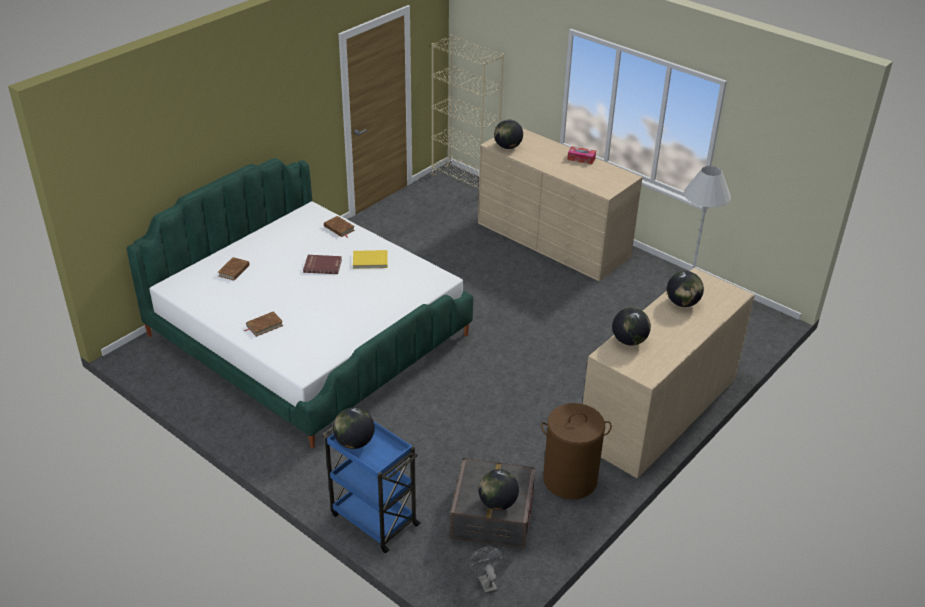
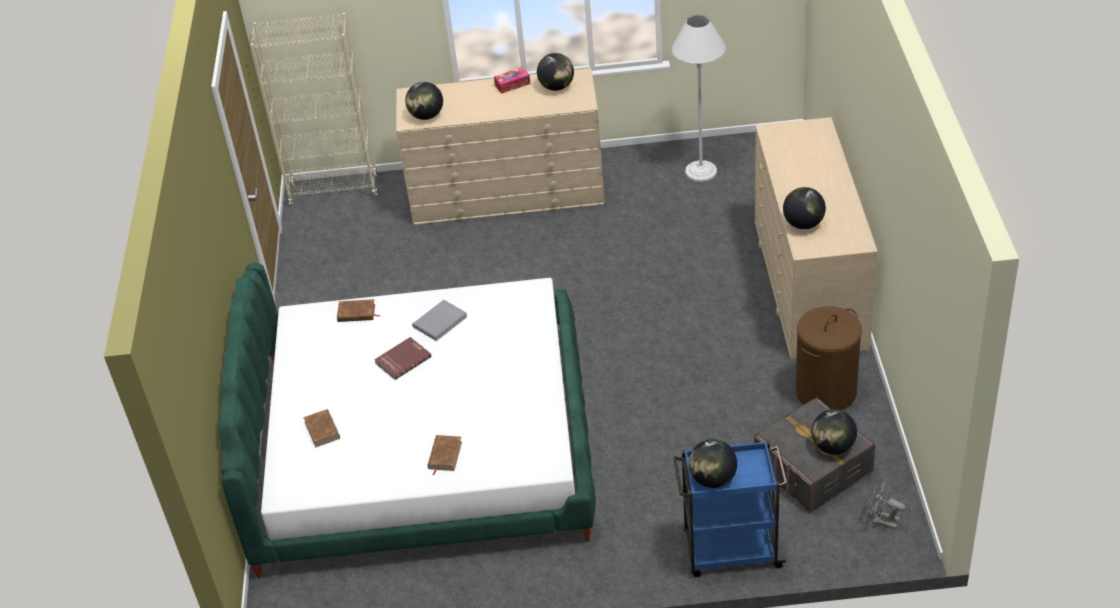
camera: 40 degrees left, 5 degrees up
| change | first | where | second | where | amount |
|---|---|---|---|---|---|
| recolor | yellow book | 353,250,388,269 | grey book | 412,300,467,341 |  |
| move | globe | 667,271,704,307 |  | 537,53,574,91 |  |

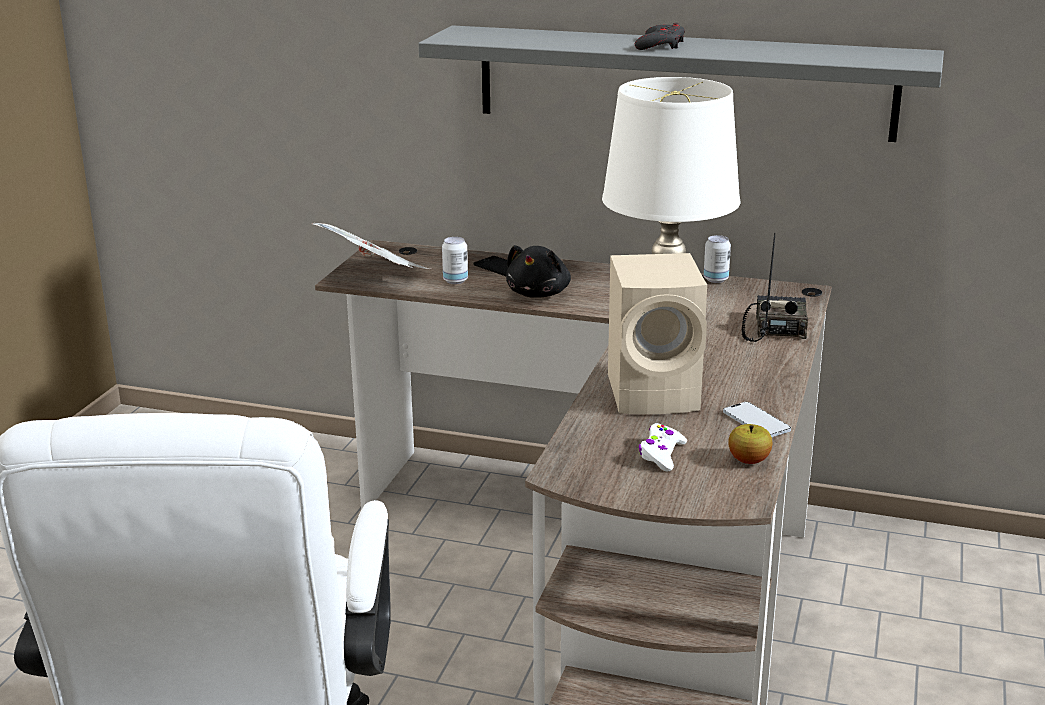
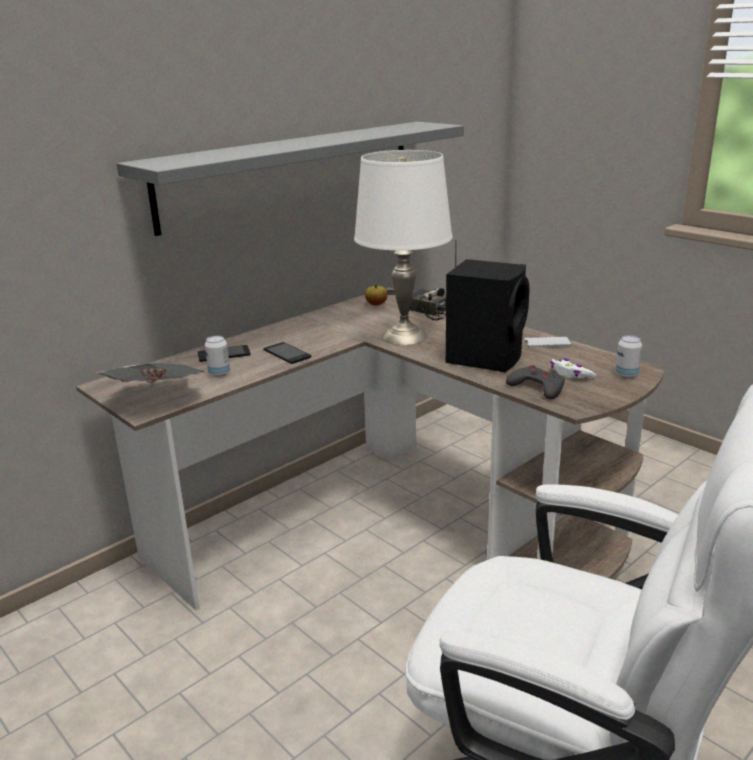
camera: 60 degrees left, 0 degrees up
| change | first | where | second | where | amount |
|---|---|---|---|---|---|
| replace | black plush toy | 506,245,571,298 | phone | 263,342,311,364 |  |
| recolor | beige speaker | 608,253,707,414 | black speaker | 446,259,530,372 |  |
| move | grey game controller | 635,23,685,50 |  | 506,365,565,399 |  |
| move | can | 704,235,731,283 |  | 615,335,642,378 |  |
| move | apple | 729,424,773,464 |  | 365,285,387,306 |  |

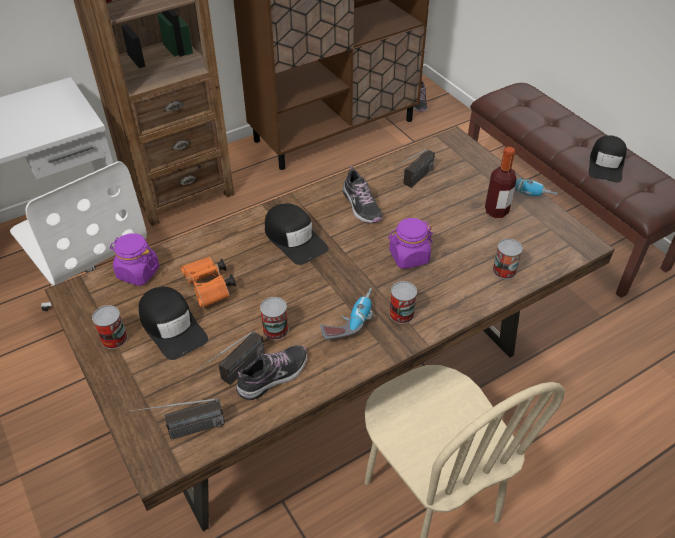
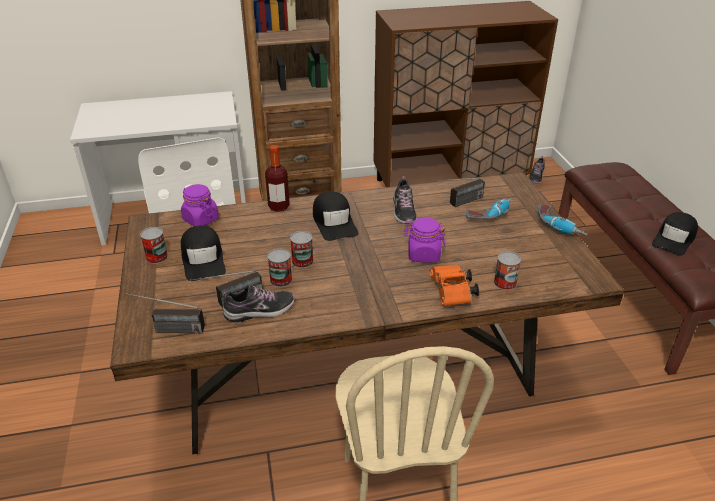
camera: 20 degrees right, 10 degrees down
| change | first | where | second | where | amount |
|---|---|---|---|---|---|
| move | orange binoculars | 181,257,236,308 |  | 430,265,479,307 |  |
| move | power drill | 320,288,373,340 |  | 466,198,513,219 |  |
| move | can | 389,281,417,324 |  | 290,231,314,268 |  |
| move | bottle | 485,147,517,218 |  | 265,145,290,212 |  |

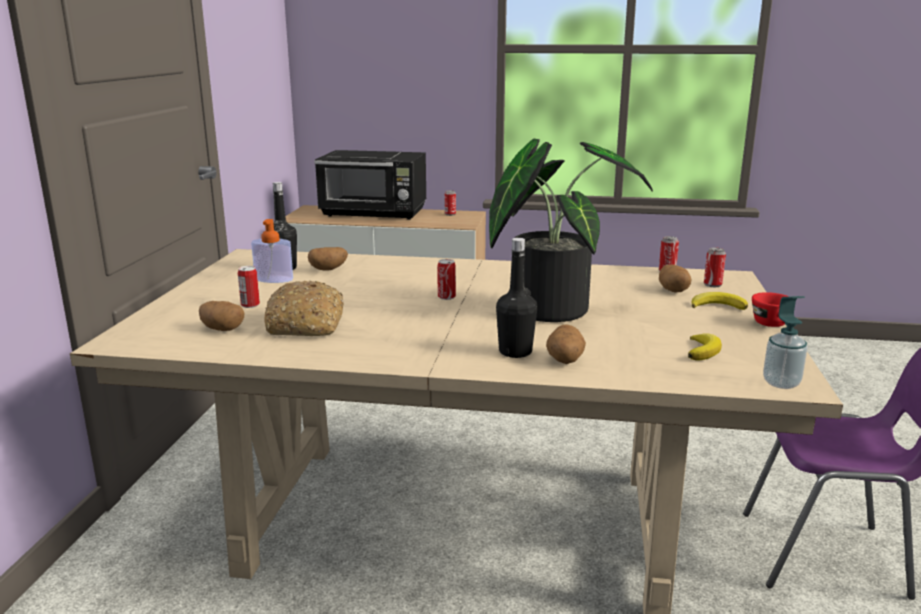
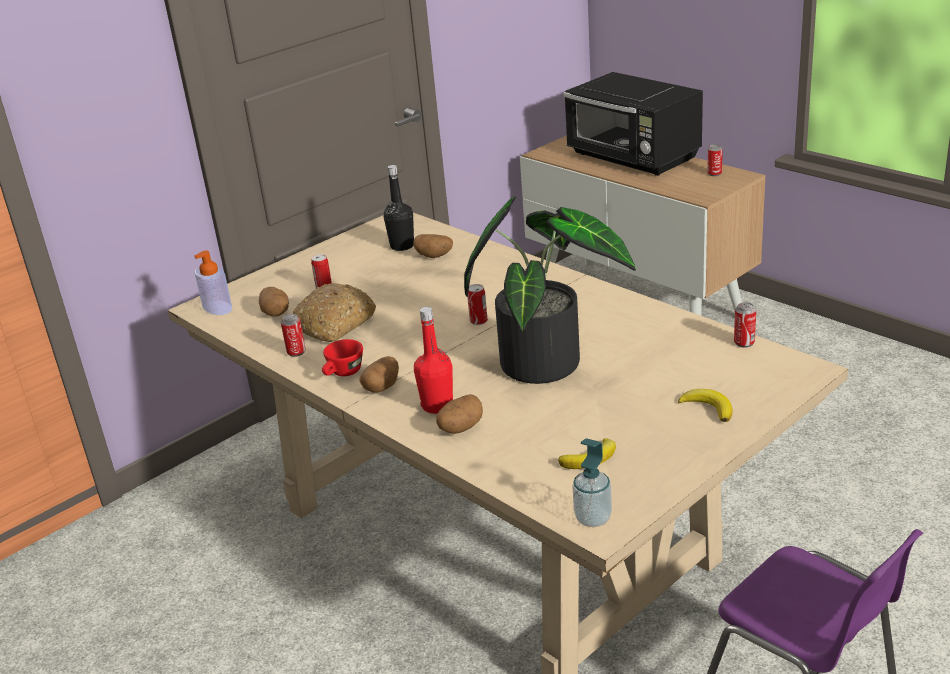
camera: 40 degrees right, 10 degrees up
| change | first | where | second | where | amount |
|---|---|---|---|---|---|
| move | soap dispenser | 251,219,293,283 |  | 194,250,232,315 |  |
| recolor | black bottle | 496,238,537,358 | red bottle | 414,307,453,414 |  |
| move | potato | 659,264,692,293 |  | 360,356,399,393 |  |
| move | can | 704,248,726,287 |  | 281,314,306,357 |  |
| move | red cup | 752,292,789,327 |  | 322,339,363,376 |  |

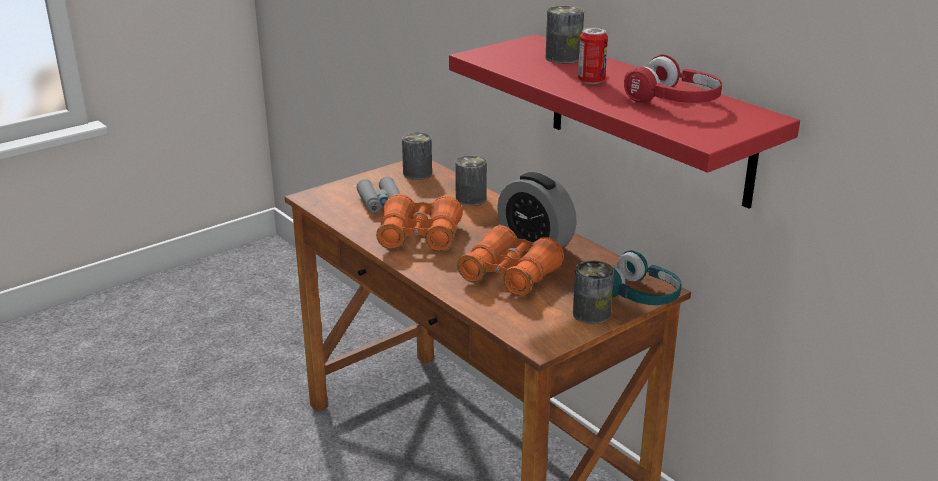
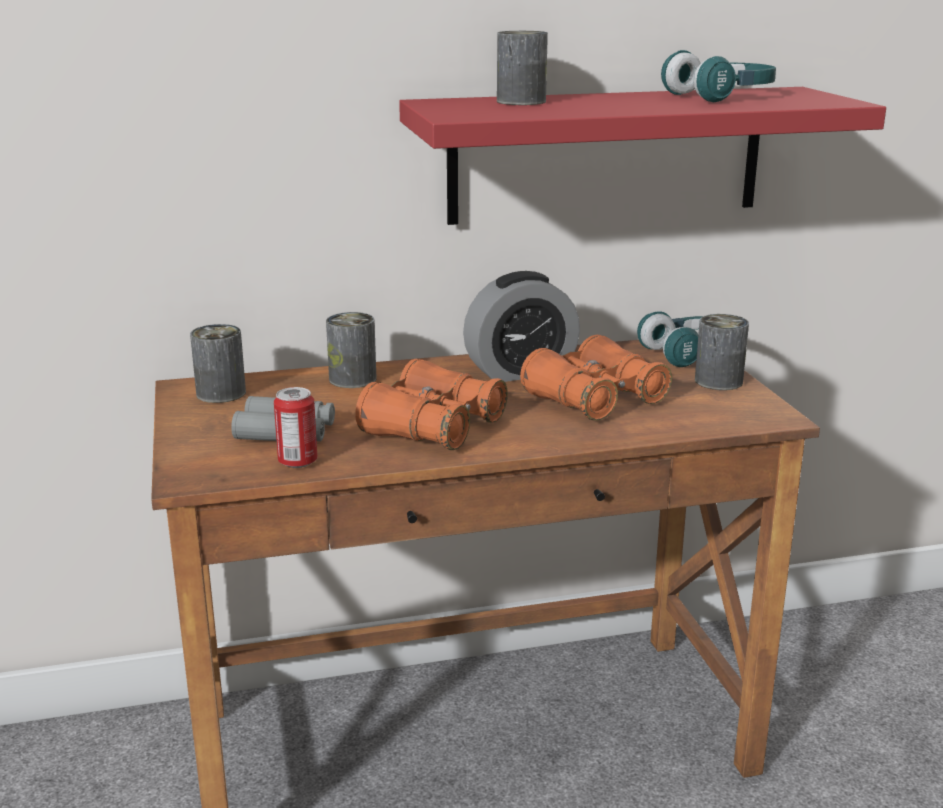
camera: 65 degrees left, 5 degrees down
| change | first | where | second | where | amount |
|---|---|---|---|---|---|
| move | can | 578,28,608,84 |  | 274,387,317,468 |  |
| recolor | red headphones | 624,54,722,103 | turquoise headphones | 661,50,776,102 |  |

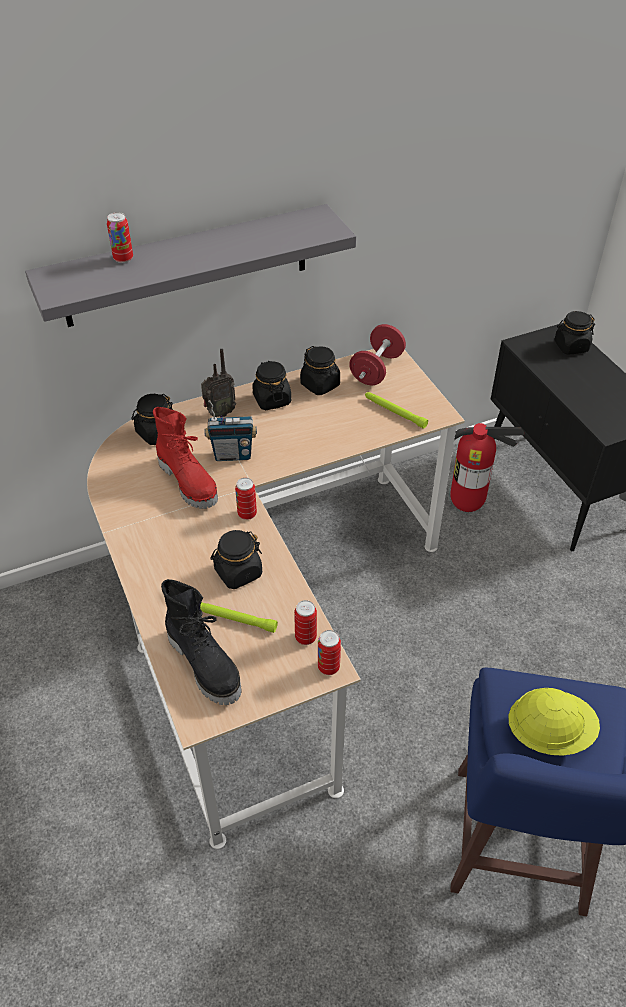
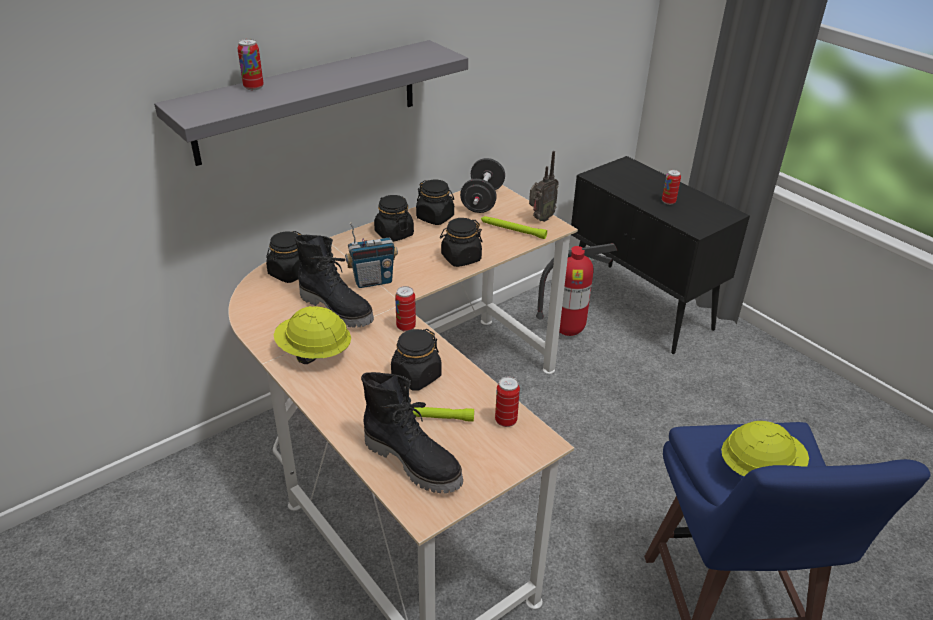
camera: 15 degrees left, 10 degrees down
| change | first | where | second | where | amount |
|---|---|---|---|---|---|
| recolor | red boot | 153,407,218,509 | black boot | 295,235,374,328 |  |
| move | radio | 201,349,236,418 |  | 529,151,559,222 |  |
| move | can | 318,630,341,675 |  | 662,170,681,205 |  |
| recolor | red dumbbell | 349,324,406,385 | black dumbbell | 460,158,505,213 |  |
| move | black jar | 554,311,595,355 |  | 440,218,482,267 |  |
| insert |  |  | yellow hard hat | 274,306,351,364 |  |

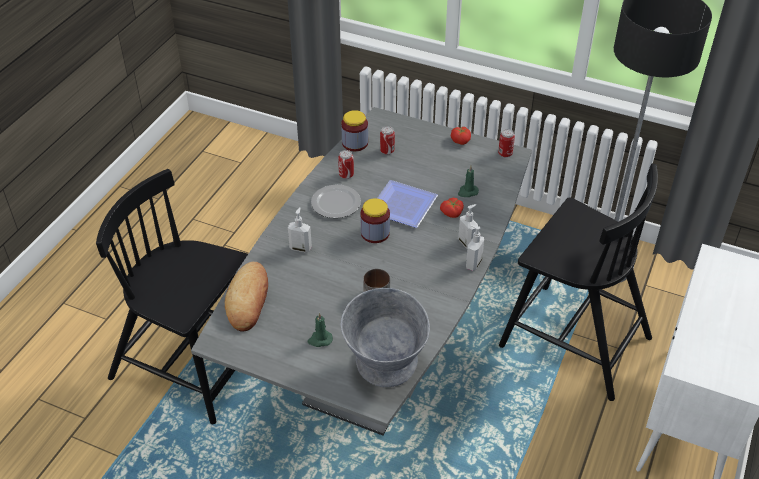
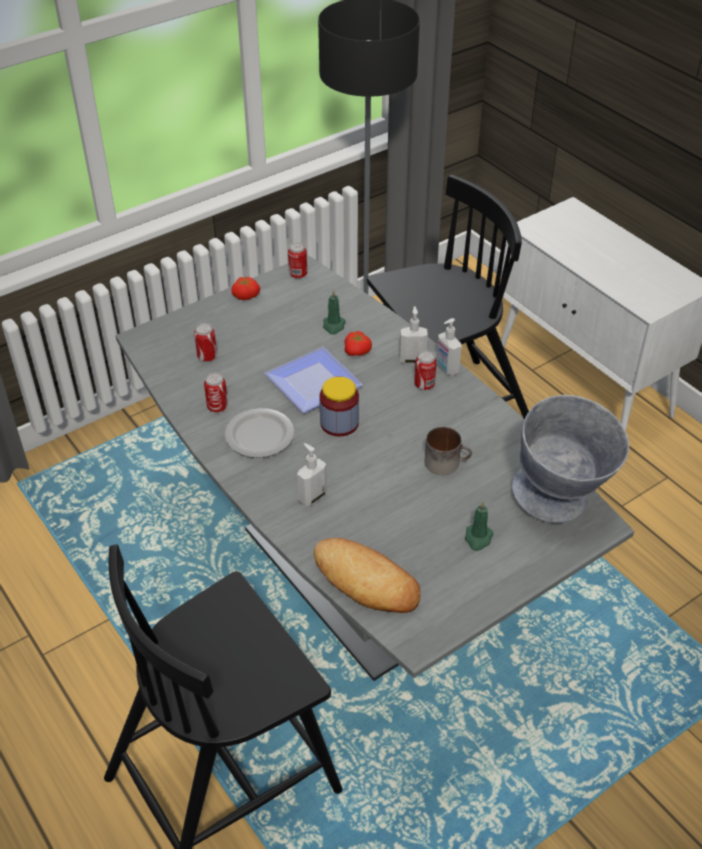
camera: 60 degrees left, 0 degrees up
| change | first | where | second | where | amount |
|---|---|---|---|---|---|
| delete | jar | 341,110,368,151 |  |  |  |
| insert |  |  | can | 414,351,437,390 |  |

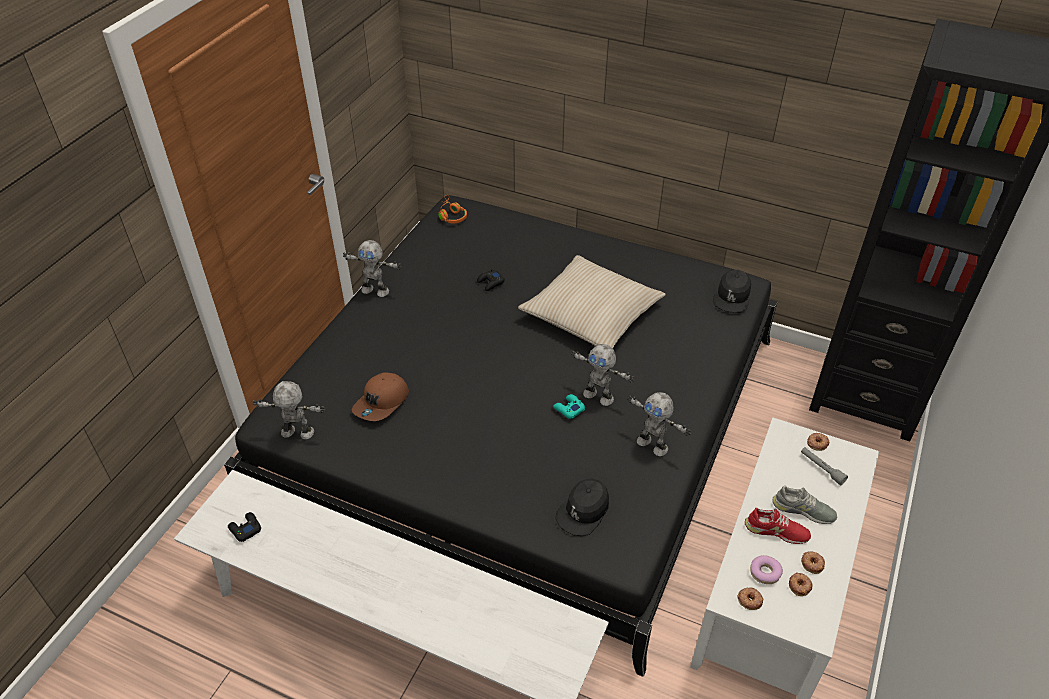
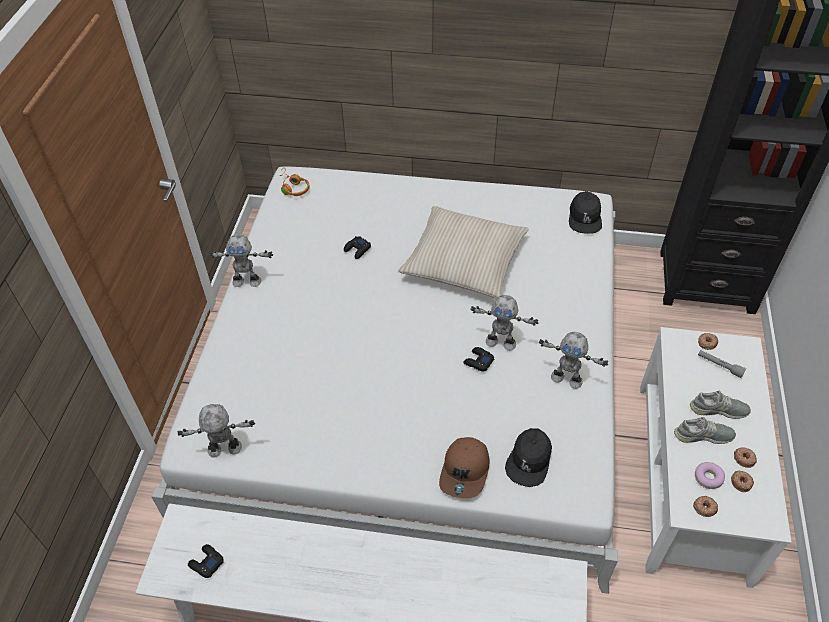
camera: 15 degrees left, 5 degrees up
| change | first | where | second | where | amount |
|---|---|---|---|---|---|
| recolor | black bed | 224,195,777,677 | white bed | 151,167,618,594 |  |
| move | brown cap | 352,372,409,421 |  | 439,437,489,498 |  |
| recolor | turquoise game controller | 553,394,585,419 | black game controller | 463,347,494,372 |  |
| recolor | red shoe | 745,508,811,544 | grey shoe | 674,417,736,444 |  |

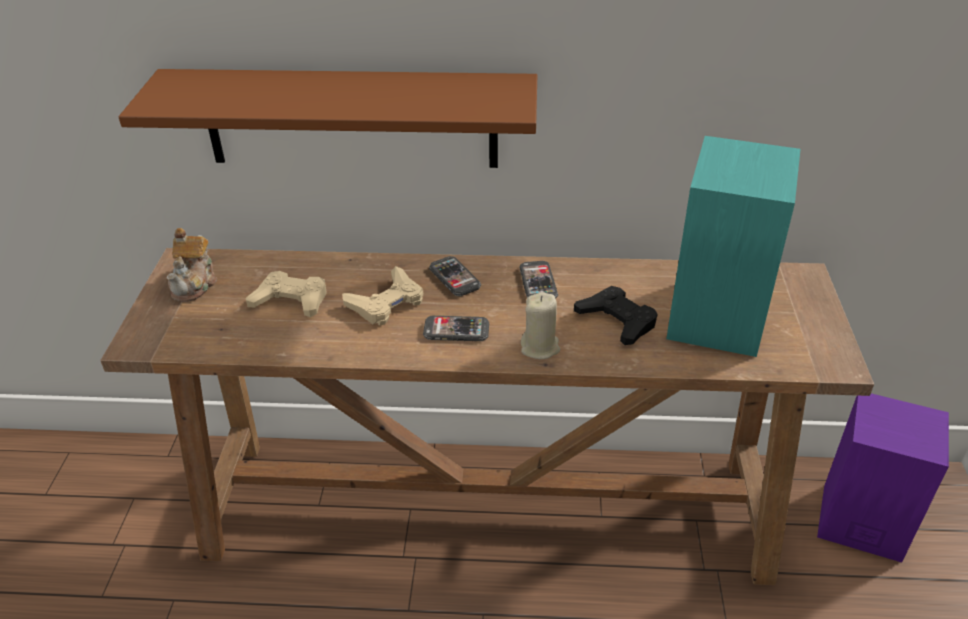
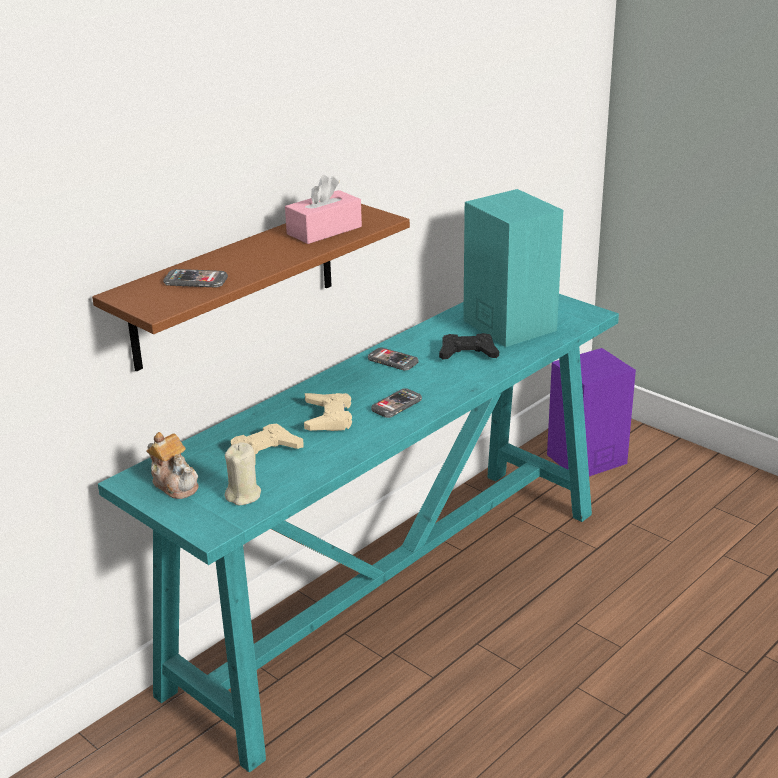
camera: 50 degrees left, 10 degrees down
| change | first | where | second | where | amount |
|---|---|---|---|---|---|
| recolor | brown console table | 100,248,874,585 | turquoise console table | 98,294,619,772 |  |
| move | phone | 429,256,481,296 |  | 163,269,228,288 |  |
| move | beige candle | 521,293,560,359 |  | 224,442,261,505 |  |
| insert |  |  | pink tissue box | 285,175,362,244 |  |

